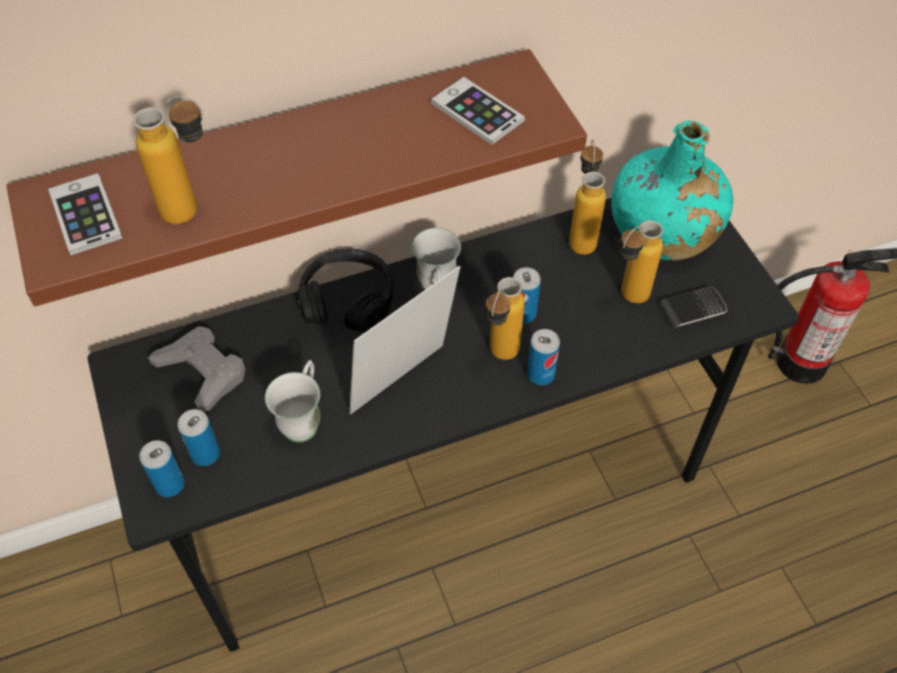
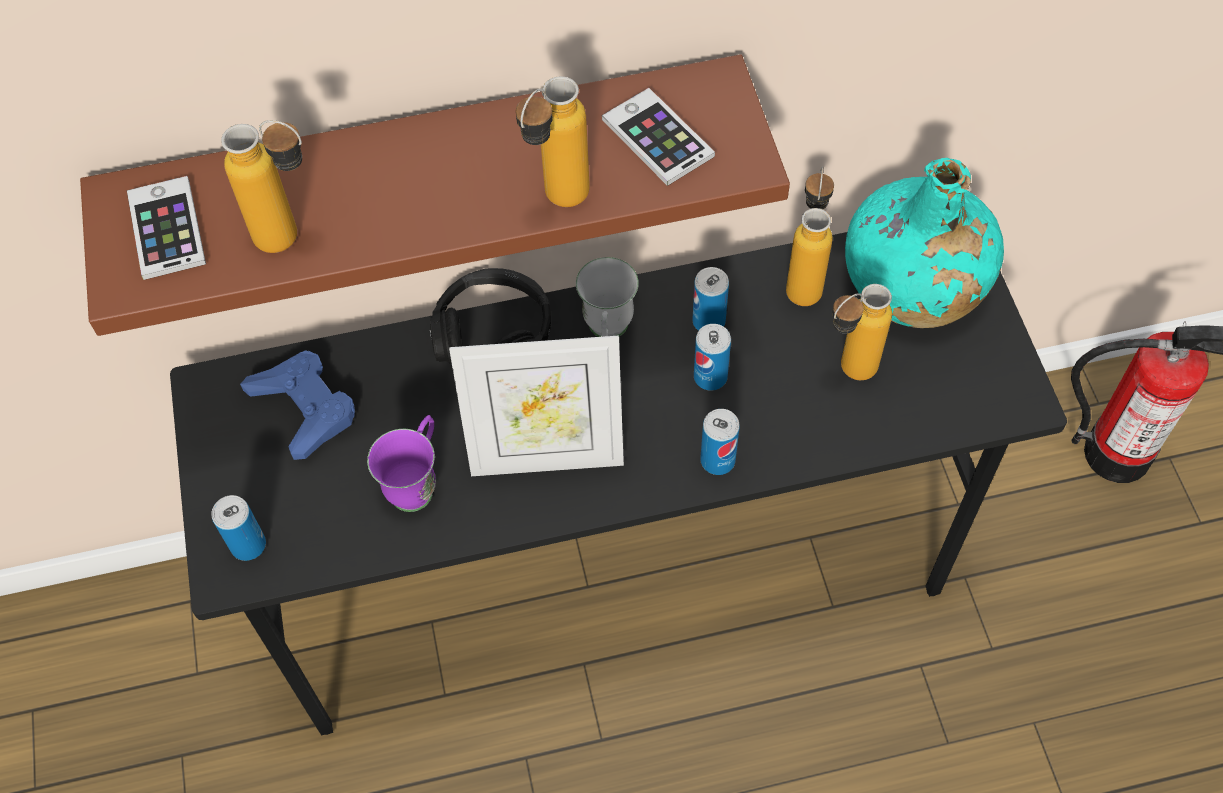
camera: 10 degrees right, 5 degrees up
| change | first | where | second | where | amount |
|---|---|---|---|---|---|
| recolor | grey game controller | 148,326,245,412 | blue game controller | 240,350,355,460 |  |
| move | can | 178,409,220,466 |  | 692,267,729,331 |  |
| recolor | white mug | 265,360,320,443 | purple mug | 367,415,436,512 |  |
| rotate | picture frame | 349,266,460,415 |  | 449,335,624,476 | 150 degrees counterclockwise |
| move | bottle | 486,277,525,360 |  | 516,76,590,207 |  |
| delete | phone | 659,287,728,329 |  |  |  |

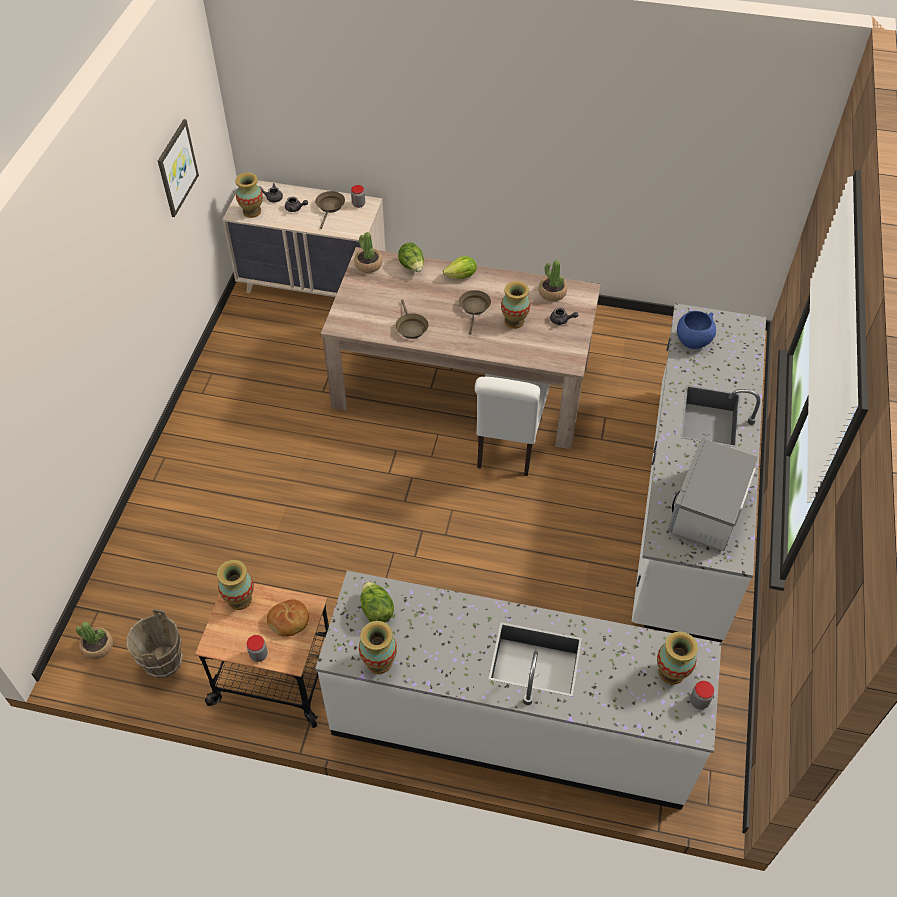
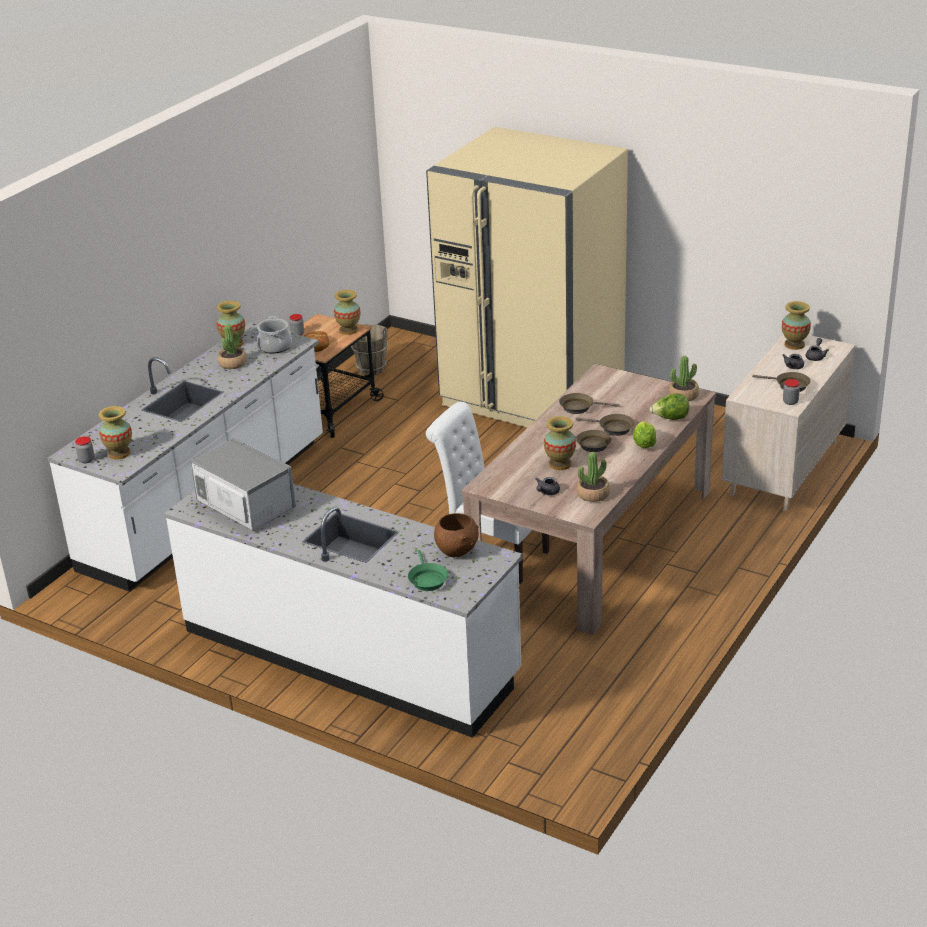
camera: 110 degrees right, 20 degrees down
| change | first | where | second | where | amount |
|---|---|---|---|---|---|
| move | potted plant | 76,622,113,659 |  | 217,324,247,369 |  |
| delete | picture | 158,119,199,217 |  |  |  |
| replace | lettuce | 360,581,394,623 | cooking pot | 257,316,292,354 |  |
| recolor | blue bowl | 677,311,716,349 | brown bowl | 434,513,479,557 |  |
| insert |  |  | green frying pan | 408,550,449,591 |  |
| insert |  |  | beige fridge | 426,127,628,428 |  |
| insert |  |  | brown frying pan | 576,414,634,436 |  |

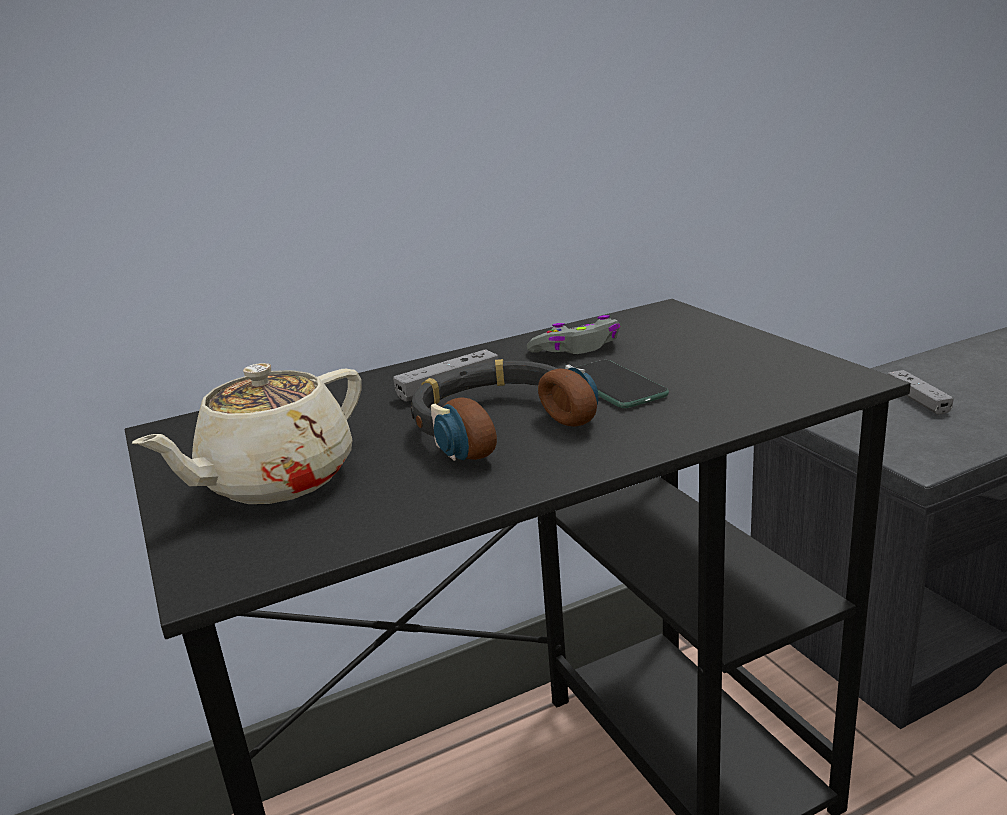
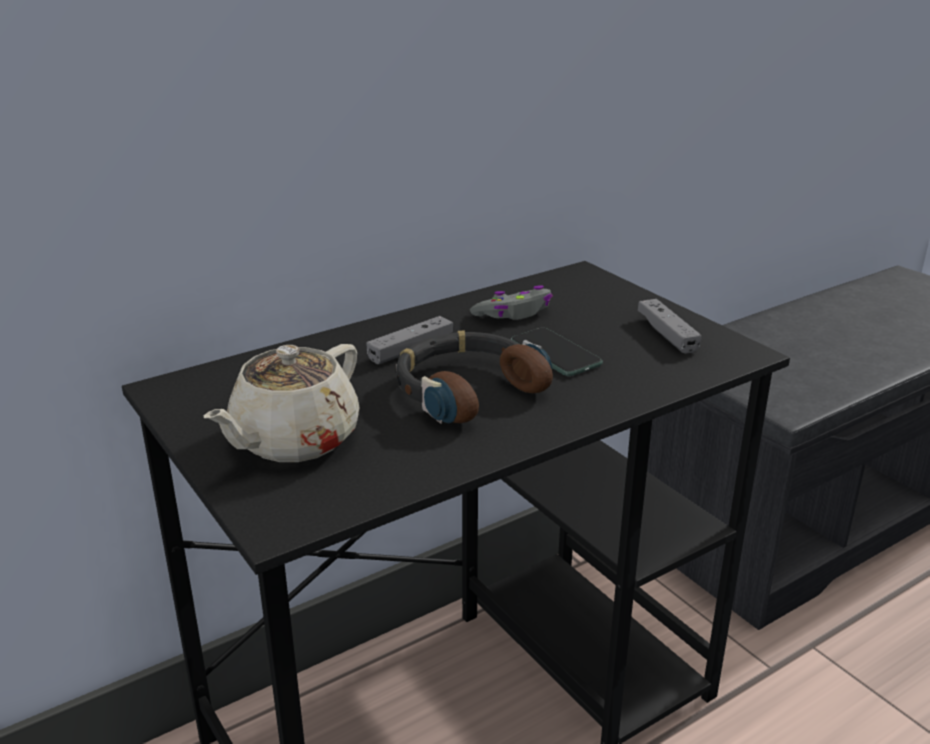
camera: 10 degrees left, 5 degrees up
| change | first | where | second | where | amount |
|---|---|---|---|---|---|
| move | grey game controller | 888,370,954,415 |  | 638,299,702,354 |  |

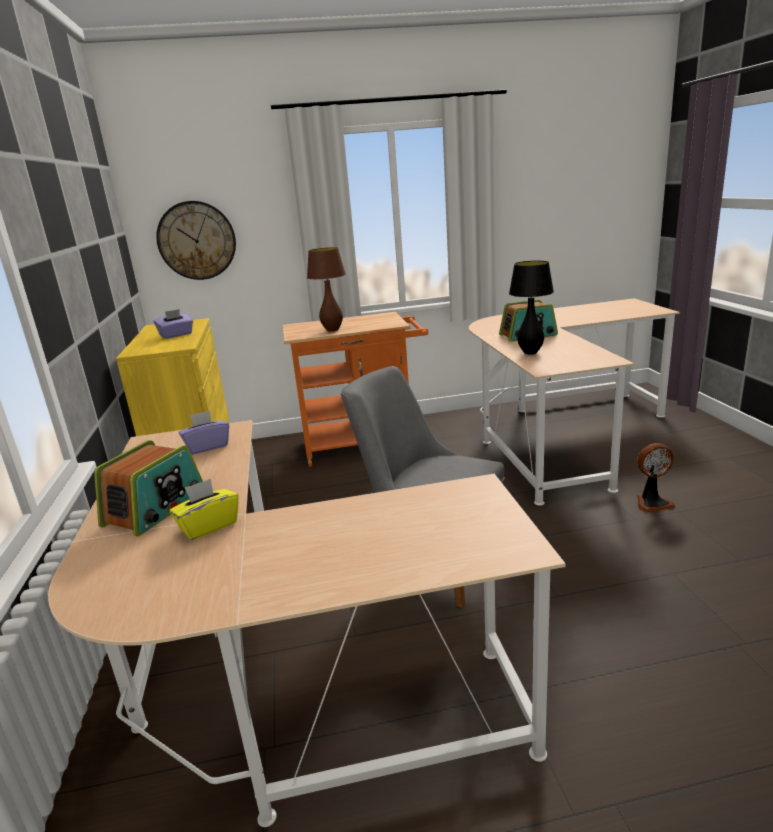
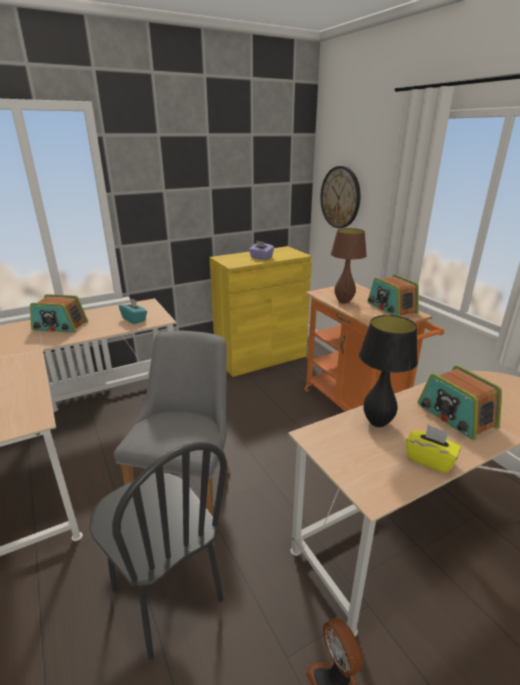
camera: 70 degrees right, 5 degrees up
| change | first | where | second | where | amount |
|---|---|---|---|---|---|
| move | yellow tissue box | 169,479,239,541 |  | 406,425,461,474 |  |
| recolor | purple tissue box | 179,410,229,455 | turquoise tissue box | 119,299,147,324 |  |
| insert |  |  | black chair | 90,442,227,660 |  |
| insert |  |  | radio | 368,274,419,316 |  |

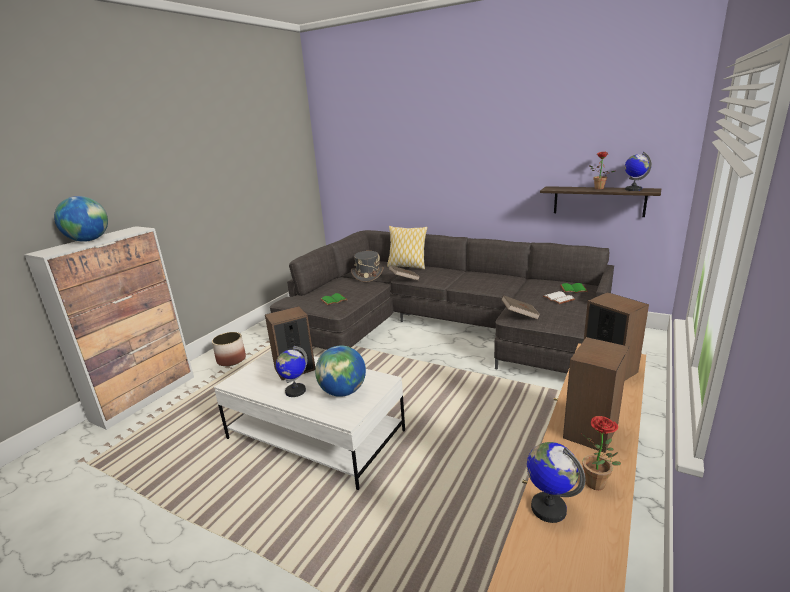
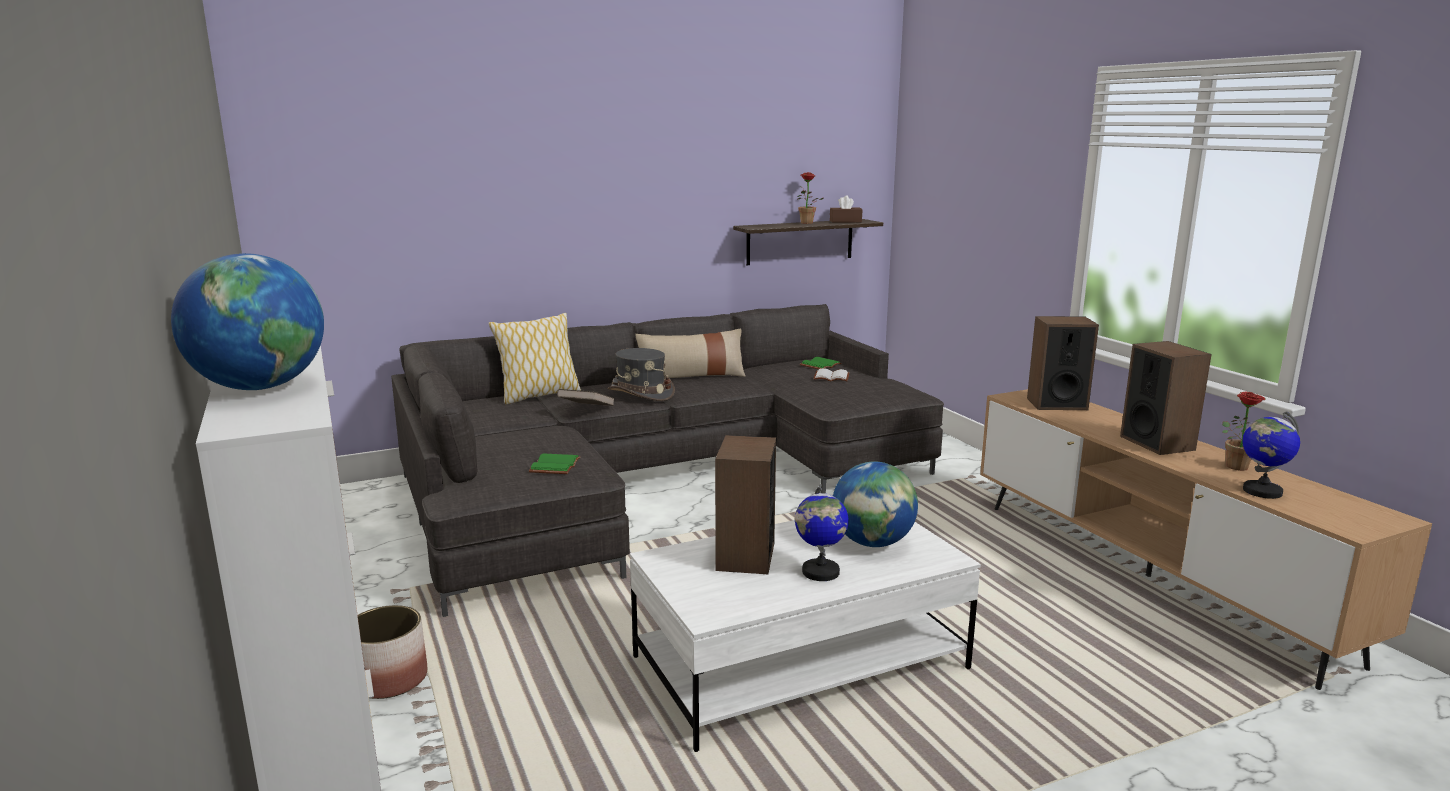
camera: 55 degrees left, 5 degrees down
| change | first | where | second | where | amount |
|---|---|---|---|---|---|
| move | grey hat | 351,251,384,282 |  | 608,348,675,401 |  |
| delete | brown book | 501,295,540,319 |  |  |  |
| replace | globe | 625,152,652,191 | brown tissue box | 830,195,862,223 |  |
| insert |  |  | beige pillow | 635,328,746,378 |  |

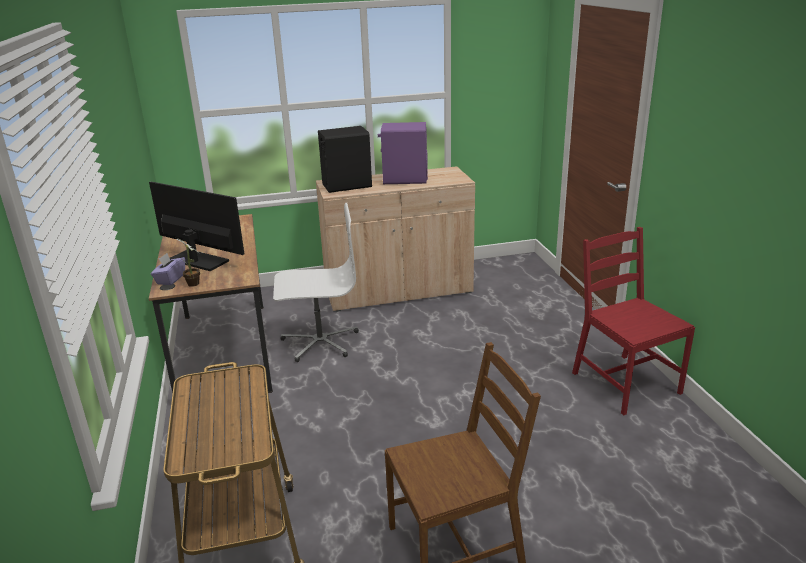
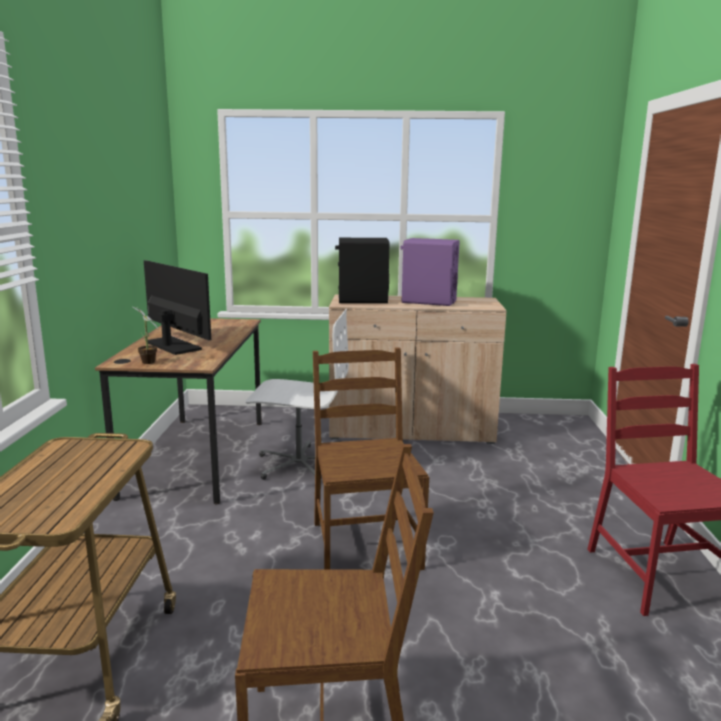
camera: 15 degrees right, 10 degrees down
| change | first | where | second | where | amount |
|---|---|---|---|---|---|
| delete | purple tissue box | 151,253,185,285 |  |  |  |
| insert |  |  | brown chair | 313,347,429,570 |  |

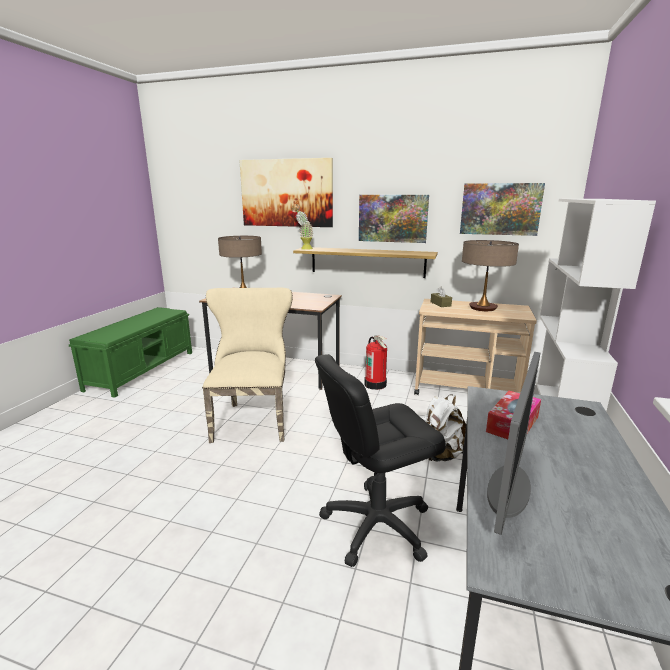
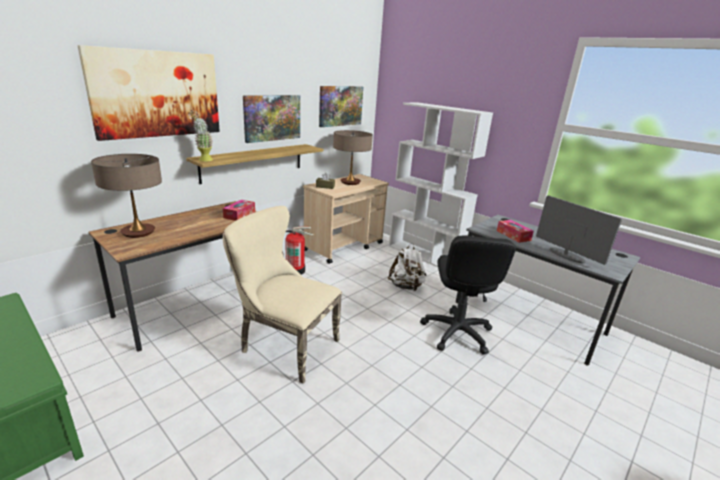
camera: 65 degrees left, 5 degrees up
| change | first | where | second | where | amount |
|---|---|---|---|---|---|
| insert |  |  | tissue box | 223,200,255,221 |  |

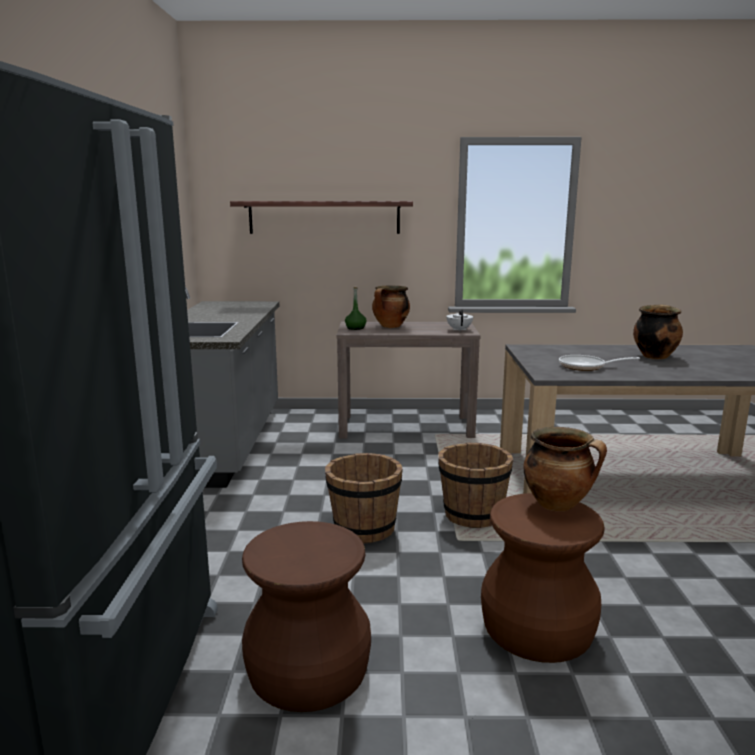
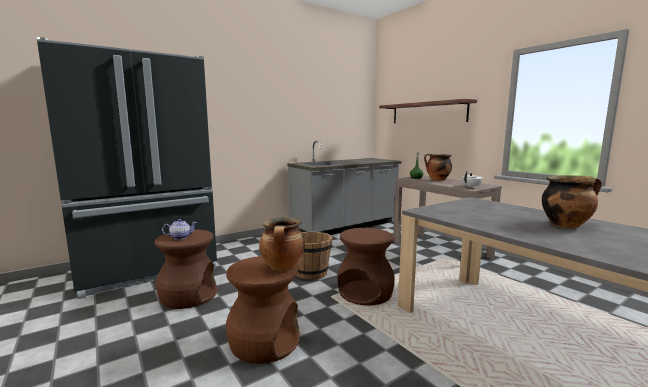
camera: 55 degrees right, 5 degrees down
| change | first | where | second | where | amount |
|---|---|---|---|---|---|
| replace | brown bucket | 438,443,513,528 | brown stool | 337,228,395,306 |  |
| delete | frying pan | 559,355,640,371 |  |  |  |
| insert |  |  | teapot | 162,219,197,240 |  |

